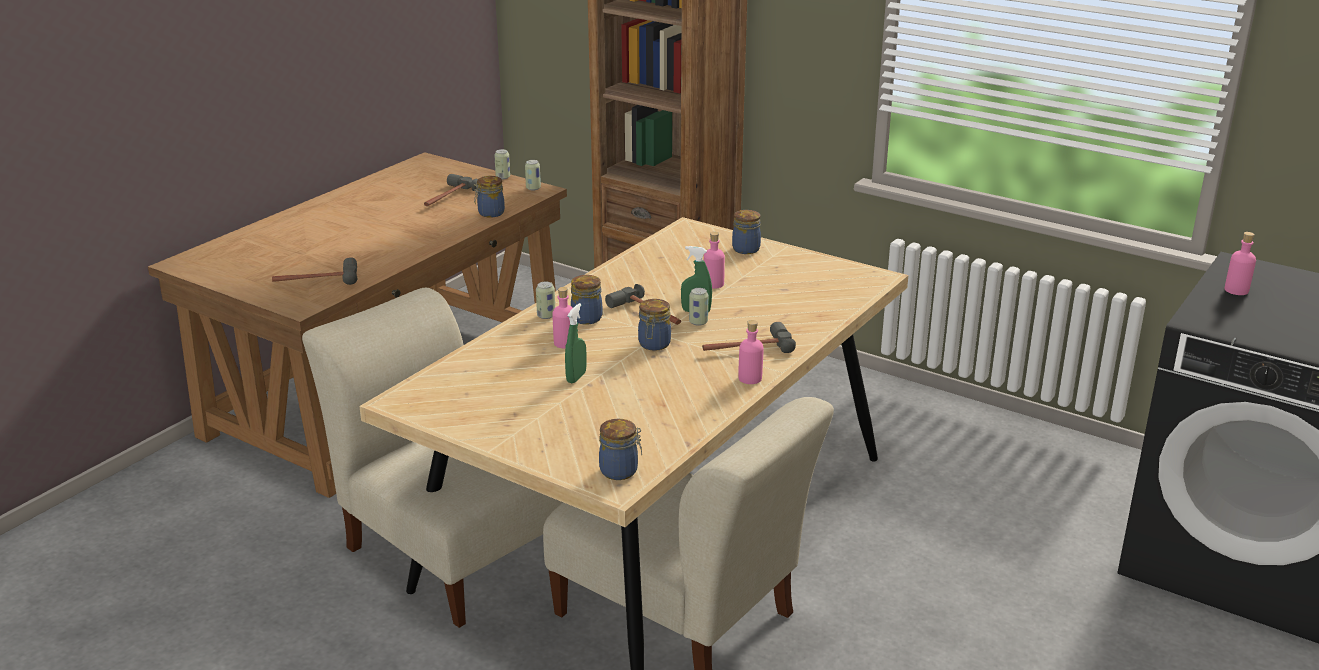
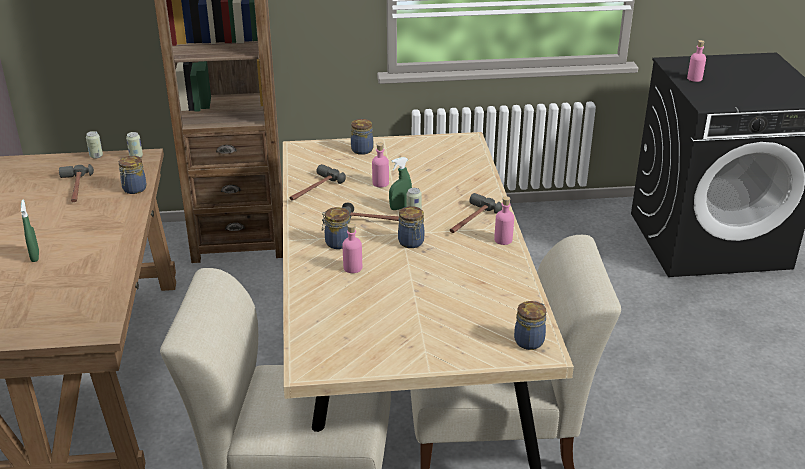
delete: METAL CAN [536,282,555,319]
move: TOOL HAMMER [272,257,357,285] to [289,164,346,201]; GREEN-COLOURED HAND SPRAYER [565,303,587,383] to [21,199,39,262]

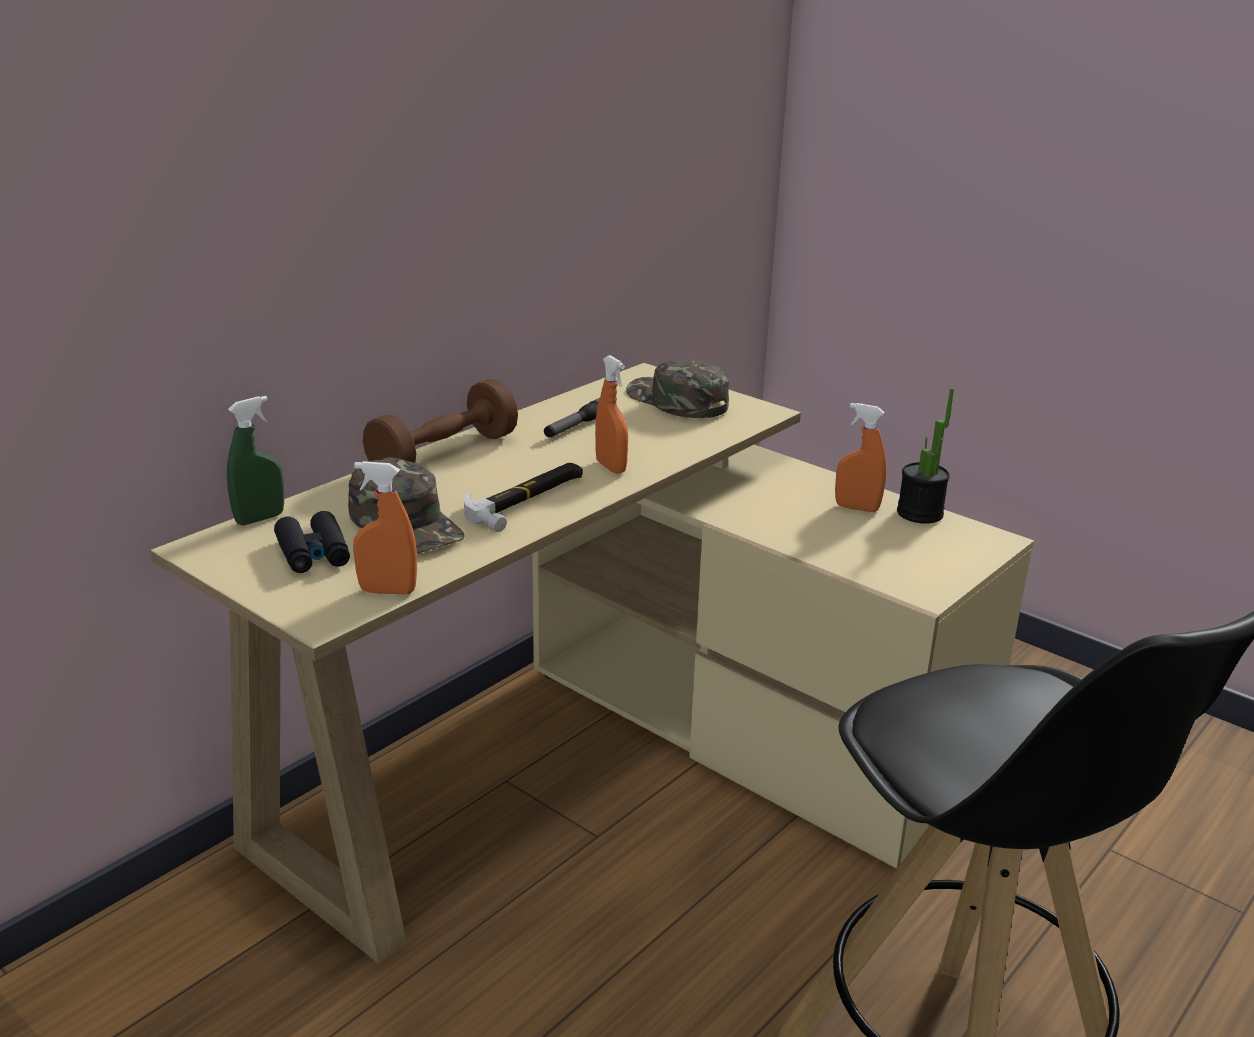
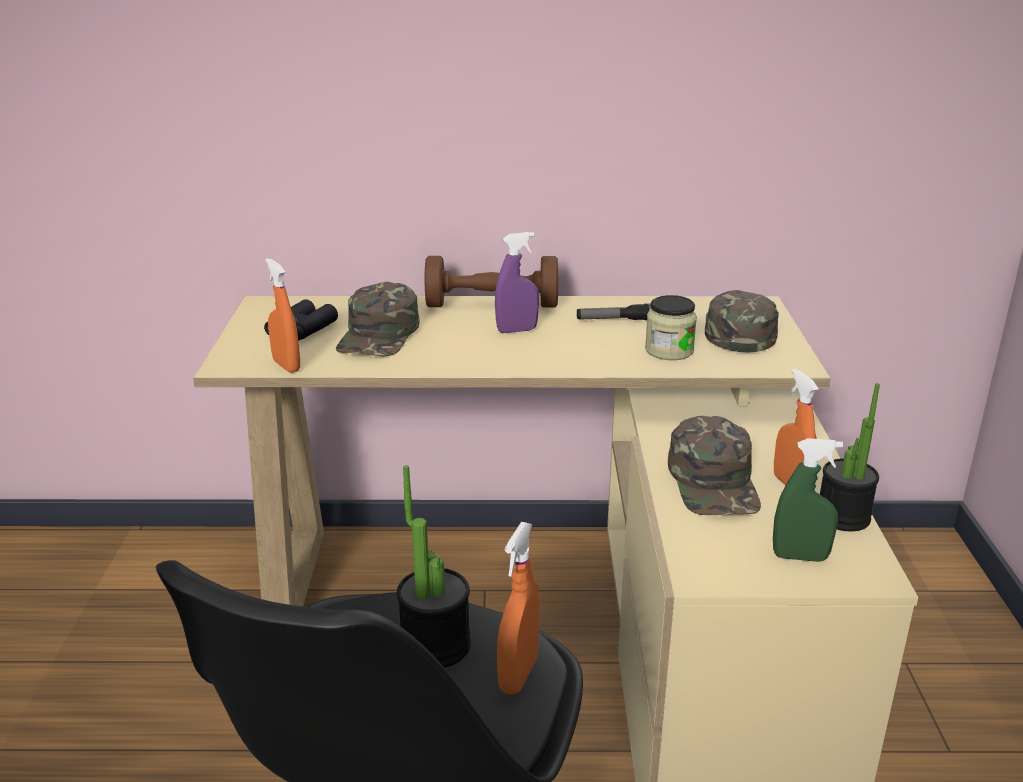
delete: TOOL HAMMER [464,463,583,532]
insert: PLANT IN A POT [397,465,471,668]; PURPLE-COLOURED HAND SPRAYER [495,232,539,333]; JAR [645,295,697,360]; GREEN-COLOURED PEAKED CAP [668,416,761,515]
move: GREEN-COLOURED HAND SPRAYER [227,396,284,525] to [773,438,843,562]; ORANGE HAND SPRAYER [595,355,628,474] to [497,522,539,694]

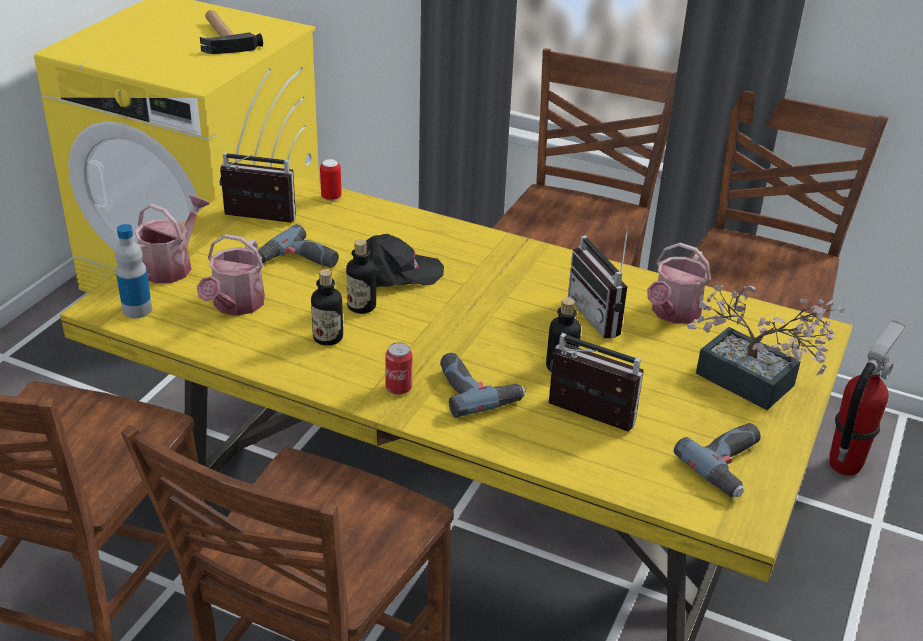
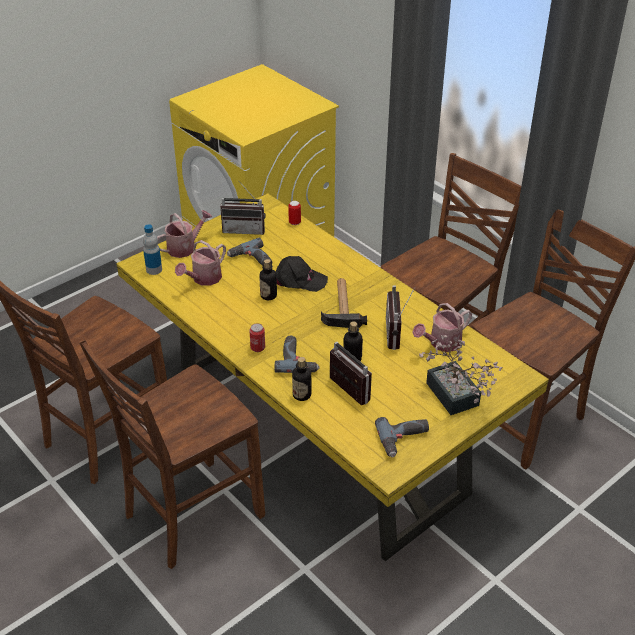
delete: EXTINGUISHER [830,320,905,476]
move: TOOL HAMMER [200,10,263,54] to [321,278,367,328]; BEVERAGE BOTTLE [311,269,343,346] to [292,357,311,401]
rotate: RADIO SET [220,152,296,223] = [220,181,266,235] 150 degrees clockwise

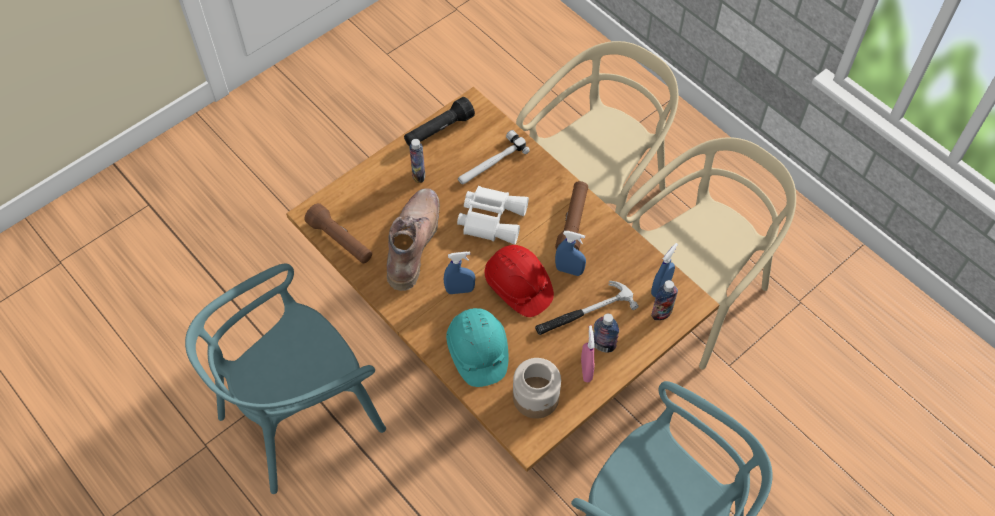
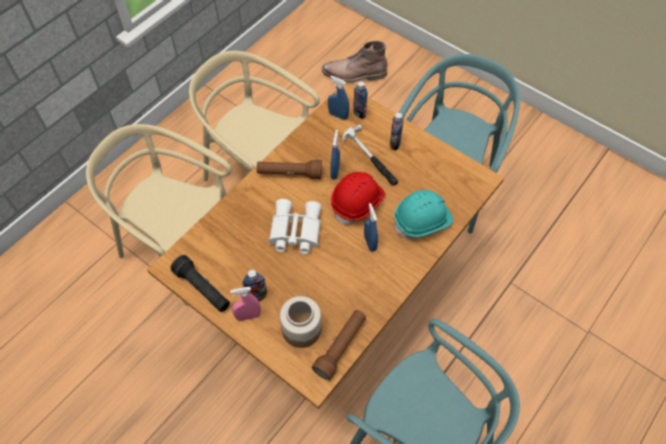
delete: TOOL HAMMER [458,130,530,184]
move: BROWN-COLOURED BOOT [387,188,440,291] to [322,41,387,83]; JAR [513,358,561,419] to [280,296,321,348]; PINK-COLOURED HAND SPRAYER [581,326,595,382] to [230,287,261,321]

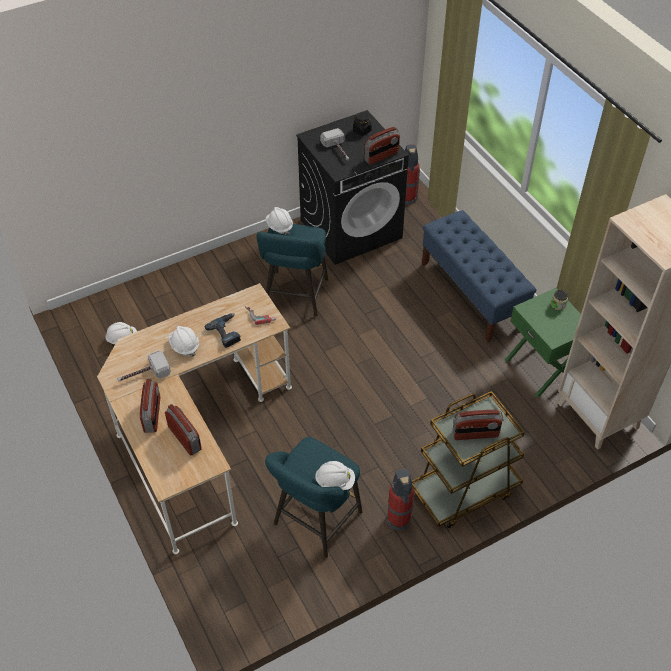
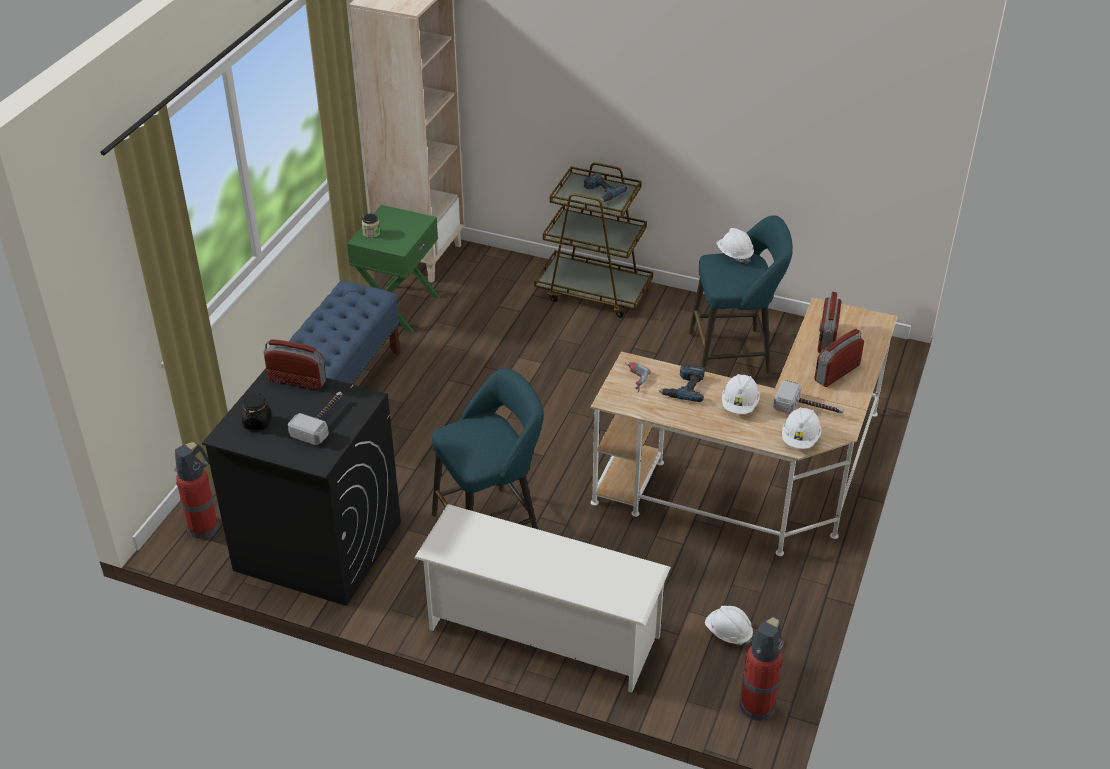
insert: WHITISH SHOE RACK [414,504,671,692]
move: WHITISH SAFETY HELMET [266,207,293,235] to [782,407,821,449]; EXTINGUISHER [386,469,415,530] to [740,617,784,721]
replace: RADIO SET [453,410,503,440] to ELECTRIC DRILL [584,173,627,202]

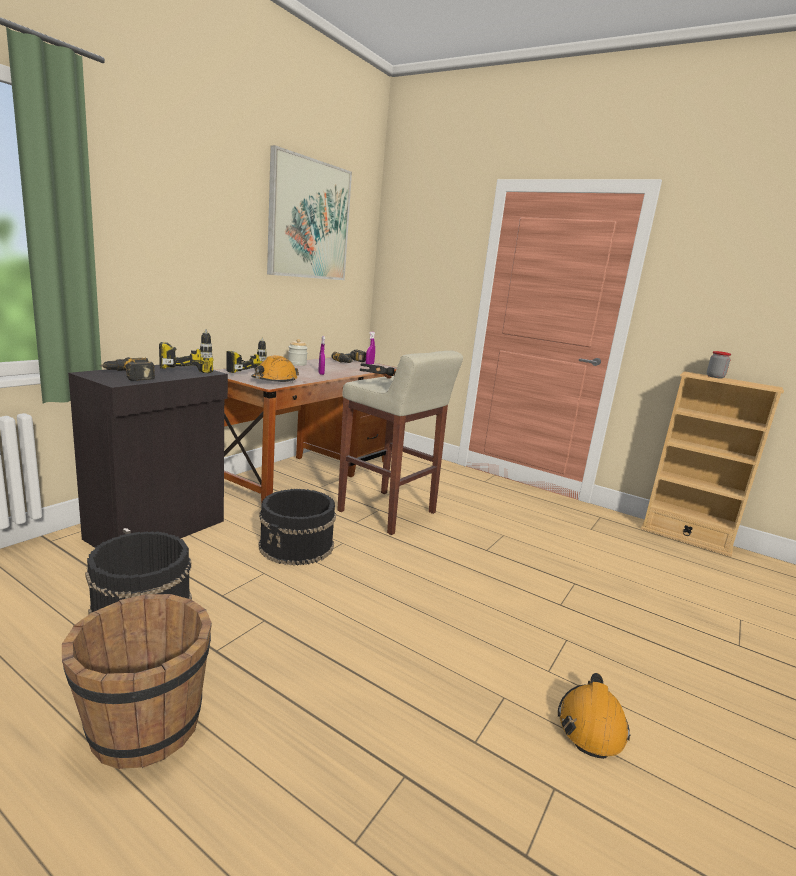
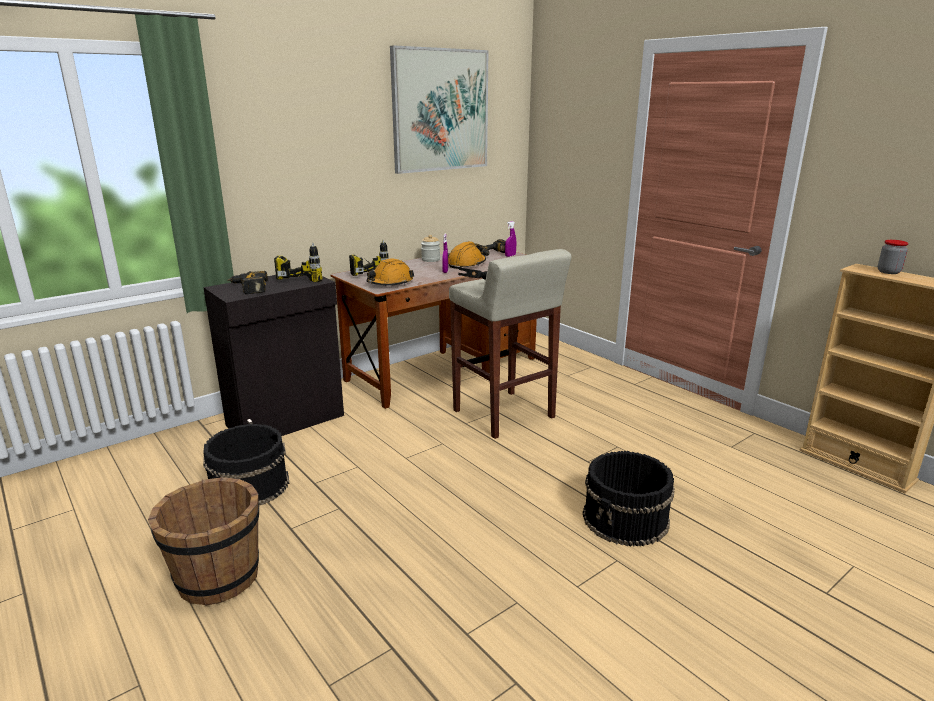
move: BLACKISH WATER BUCKET [259,489,336,566] to [582,451,675,547]; ORANGE SAFETY HELMET [558,673,630,759] to [448,241,486,269]

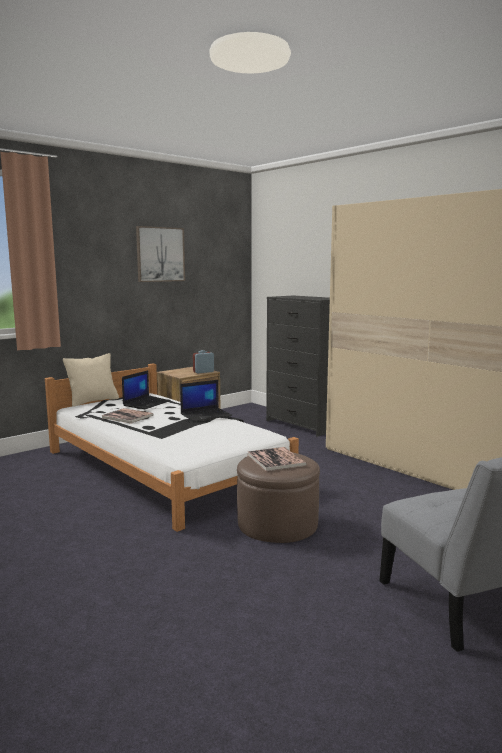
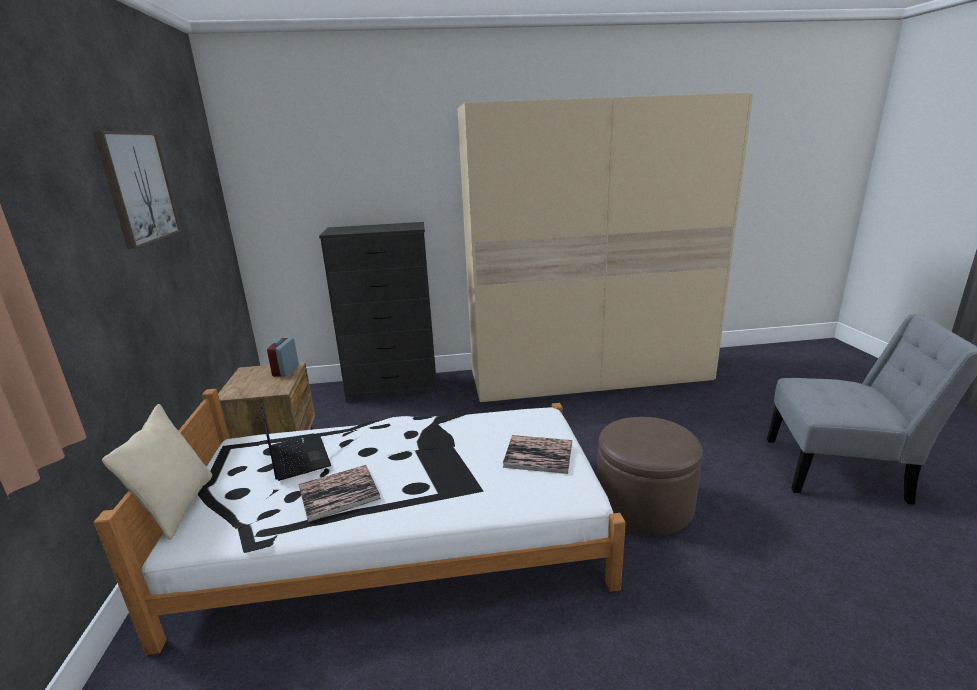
delete: PORTABLE COMPUTER [180,380,232,422]
move: VOLUME [248,447,307,472] to [502,435,572,474]

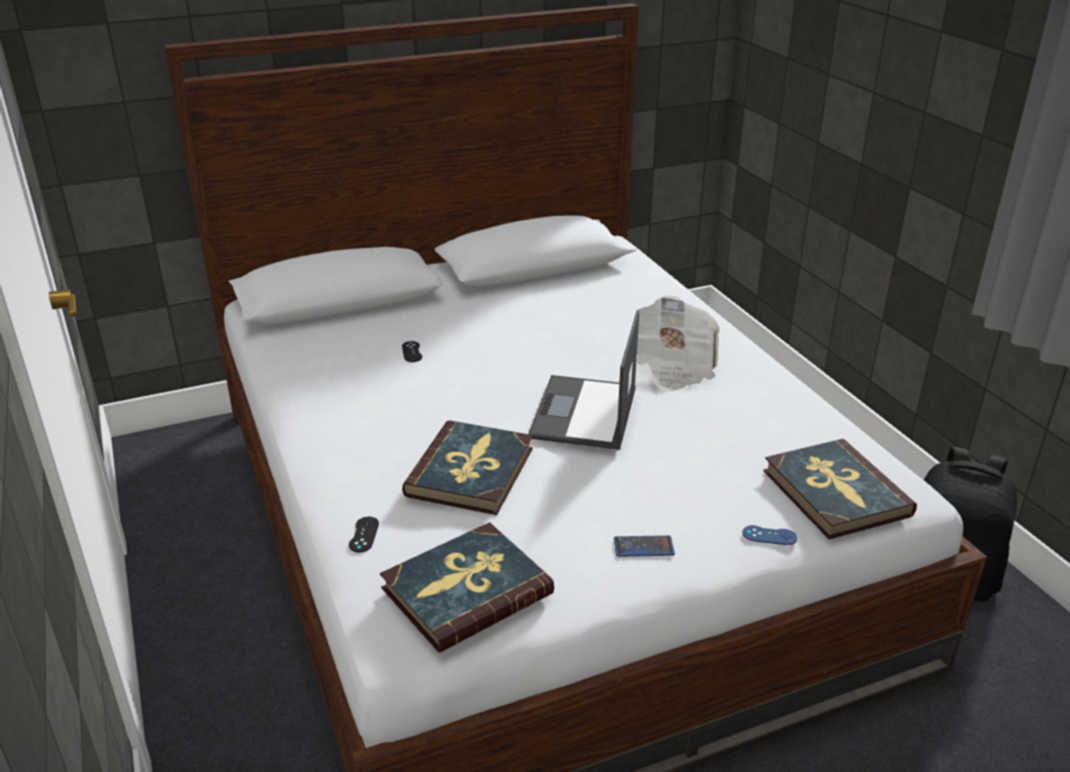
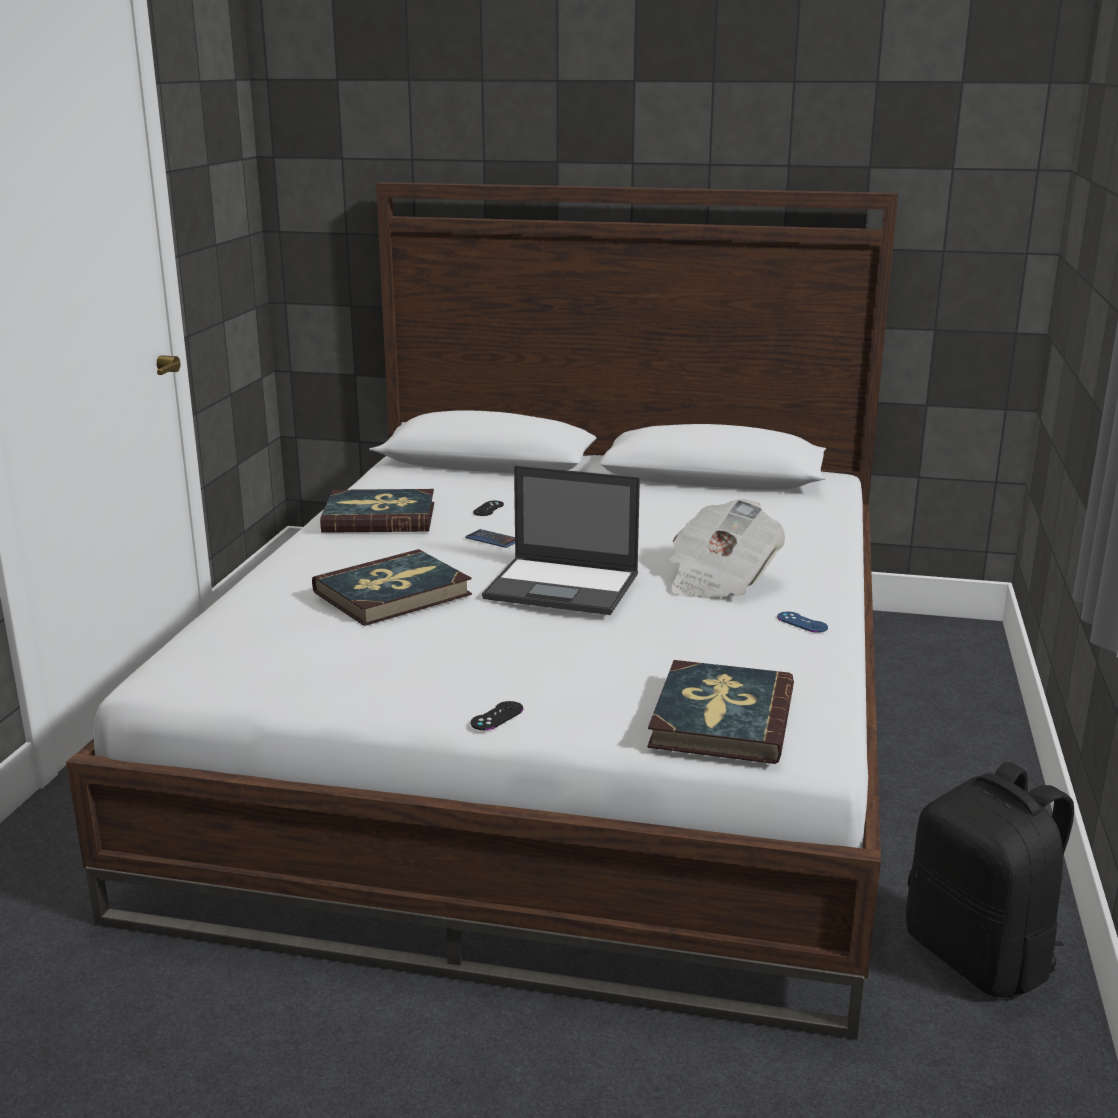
move: BLACKISH GAME CONTROLLER [349,517,379,553] to [470,701,523,730]; VOLUME [380,522,554,653] to [320,489,434,533]; TELEPHONE [614,535,675,557] to [465,529,515,548]; BLUISH GAME CONTROLLER [742,525,797,545] to [777,612,828,633]
rotate: PORTABLE COMPUTER [528,310,639,450] = [482,465,640,615] 120 degrees counterclockwise

